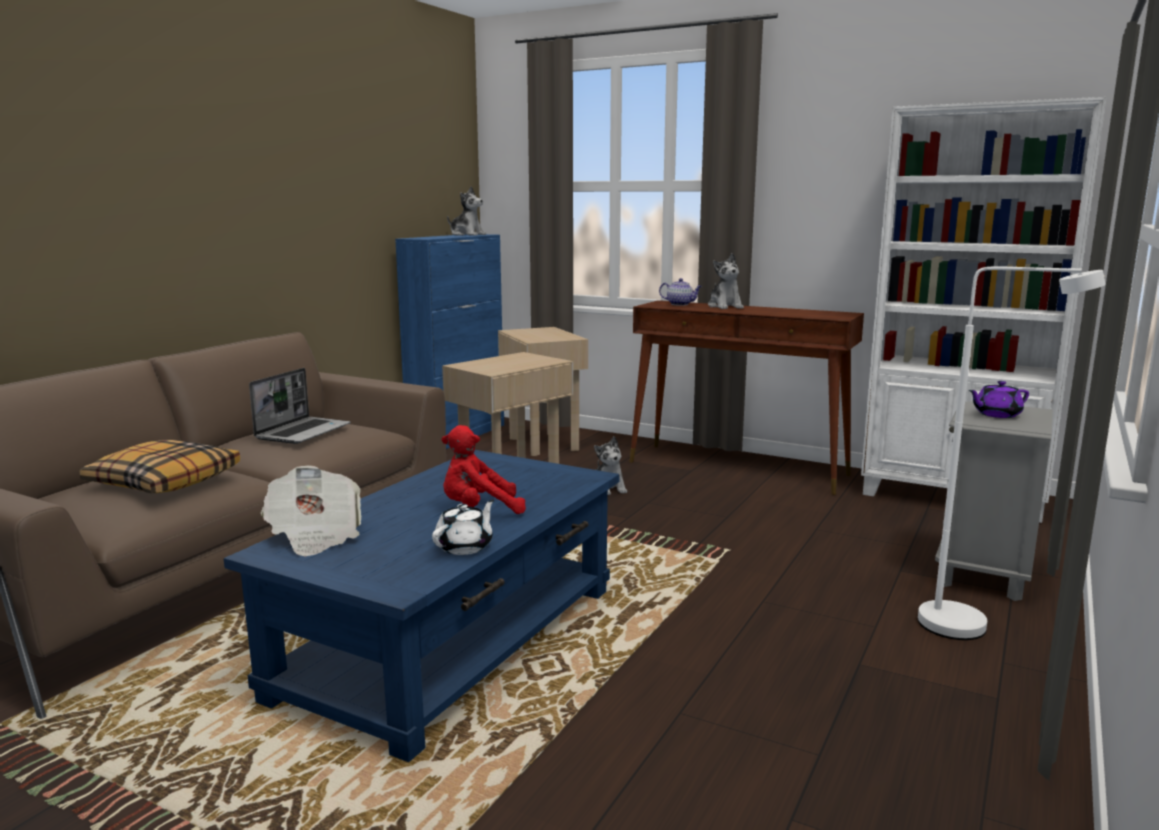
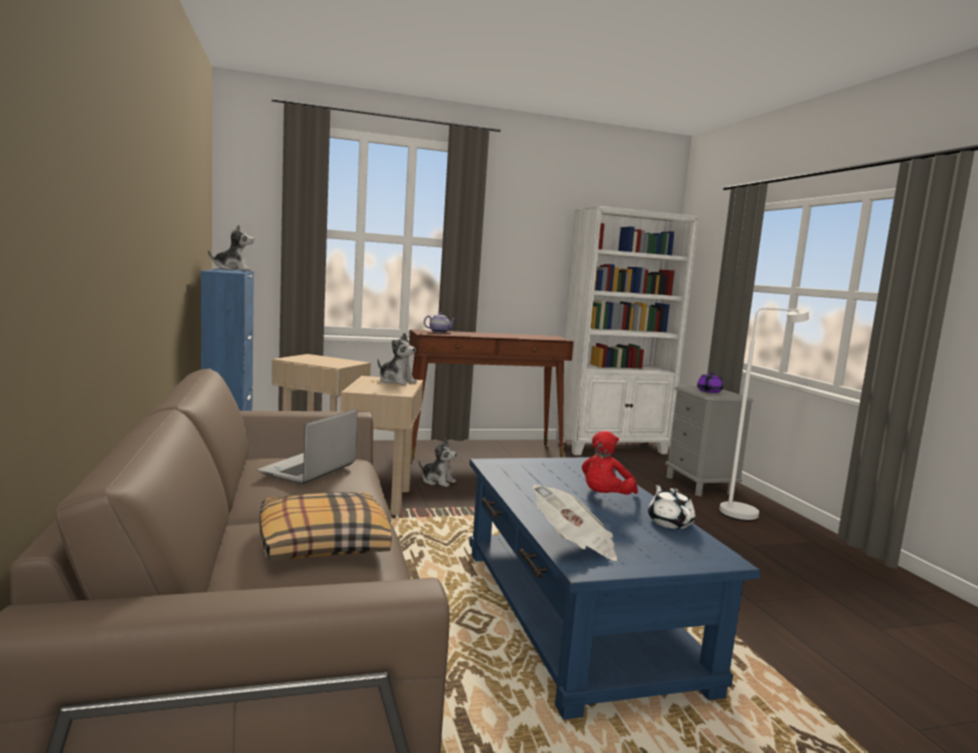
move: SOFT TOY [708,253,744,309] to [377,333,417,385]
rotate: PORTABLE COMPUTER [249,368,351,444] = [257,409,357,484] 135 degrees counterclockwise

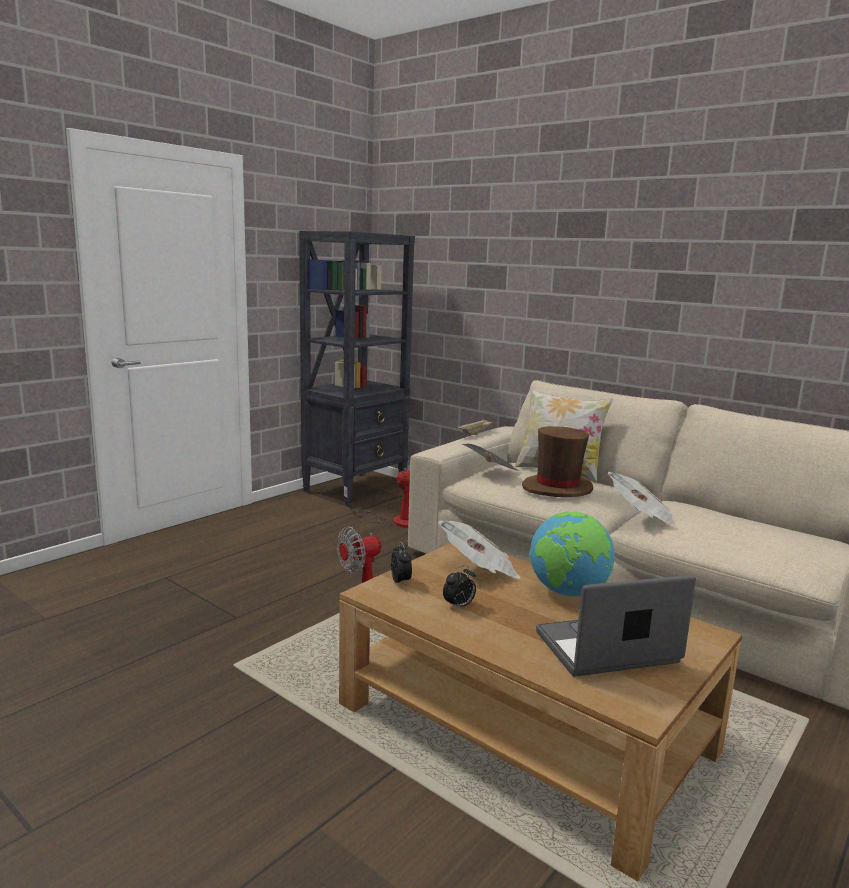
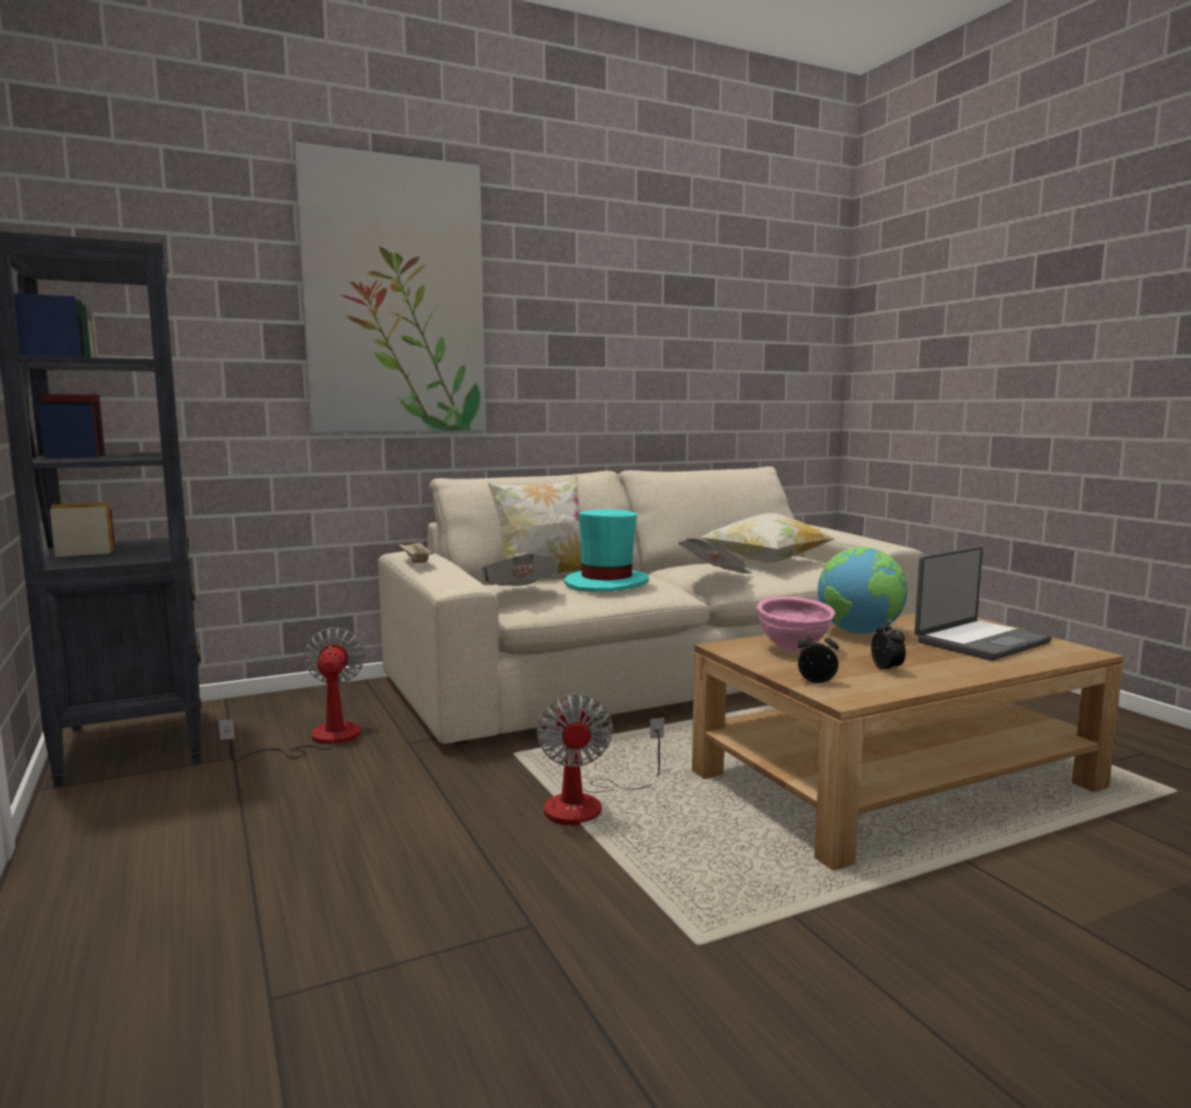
insert: PICTURE [294,142,486,432]; PILLOW [699,513,836,563]
replace: DAILY PAPER [438,520,520,579] to PINK-COLOURED SERVING BOWL [757,597,835,652]
recolor: BROWN-COLOURED HAT [522,426,593,497] to TURQUOISE HAT [564,509,649,592]
rotate: PORTABLE COMPUTER [536,575,696,676] = [914,546,1052,661] 135 degrees counterclockwise

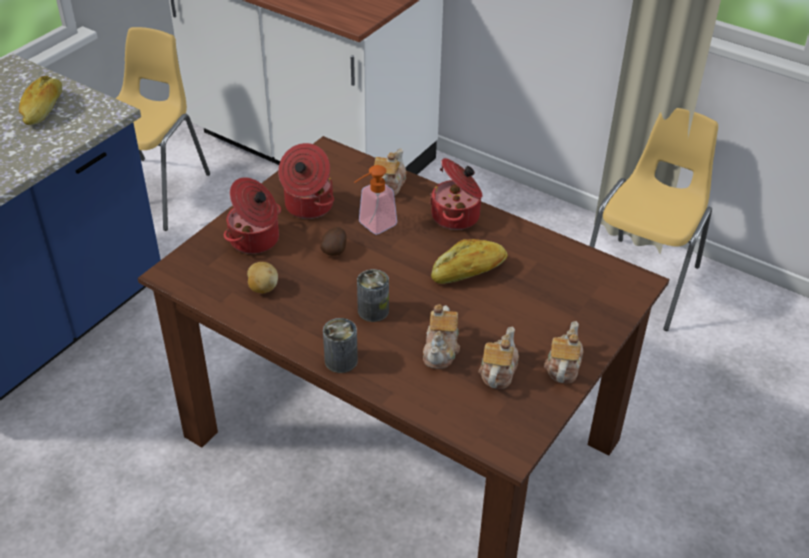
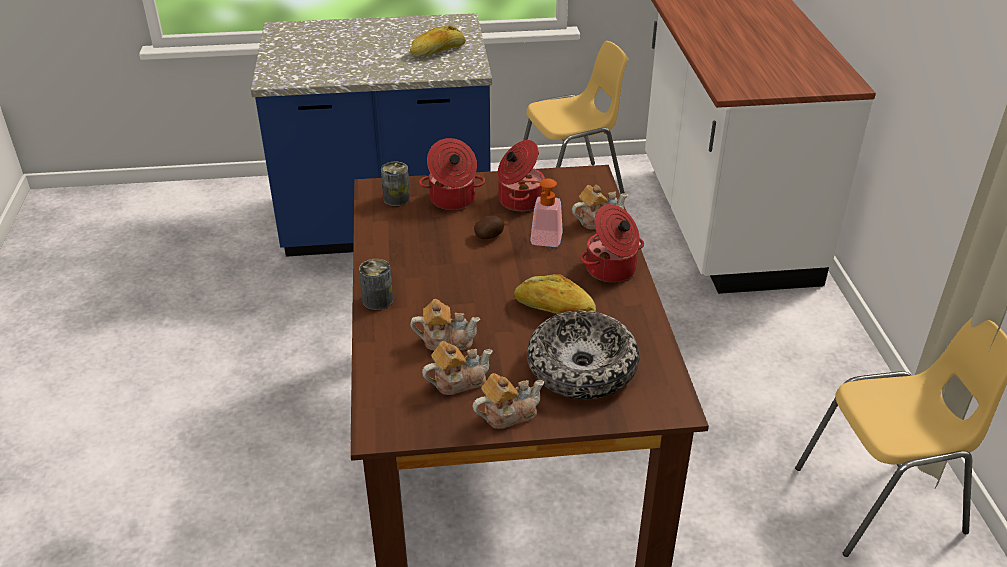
delete: WHOLE POTATO [247,262,278,293]
insert: SERVING BOWL [527,311,639,399]
move: METAL CAN [357,269,389,322] to [381,162,410,206]
rotate: TEA POT [423,304,460,369] = [410,299,480,351] 150 degrees counterclockwise

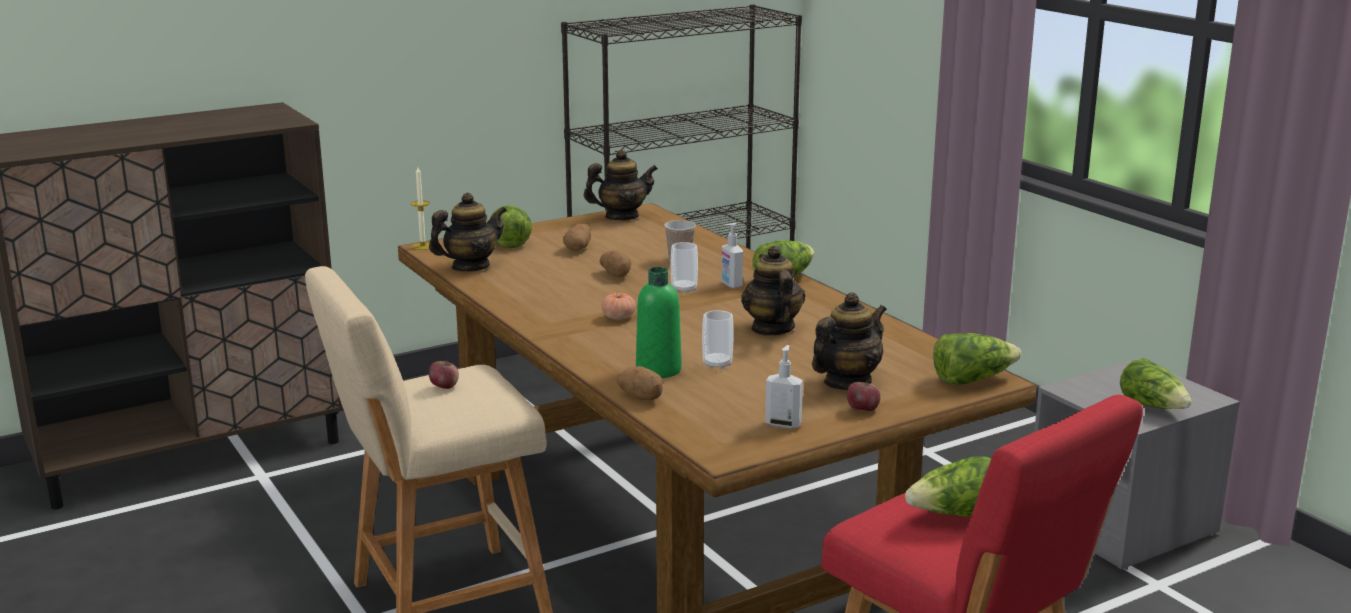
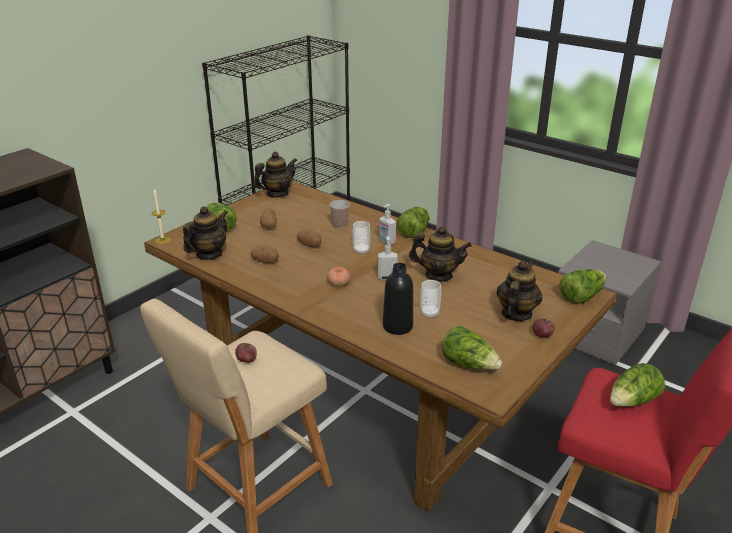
move: WHOLE POTATO [617,366,663,400] to [251,245,279,263]; SOAP BOTTLE [765,345,803,429] to [378,236,398,280]; LETTUCE [1120,358,1192,409] to [442,326,502,370]
recolor: GREEN-COLOURED BEVERAGE BOTTLE [636,267,682,378] to BLACKISH BEVERAGE BOTTLE [383,263,413,335]
rotate: TEA POT [741,245,805,336] = [409,226,472,282] 135 degrees clockwise

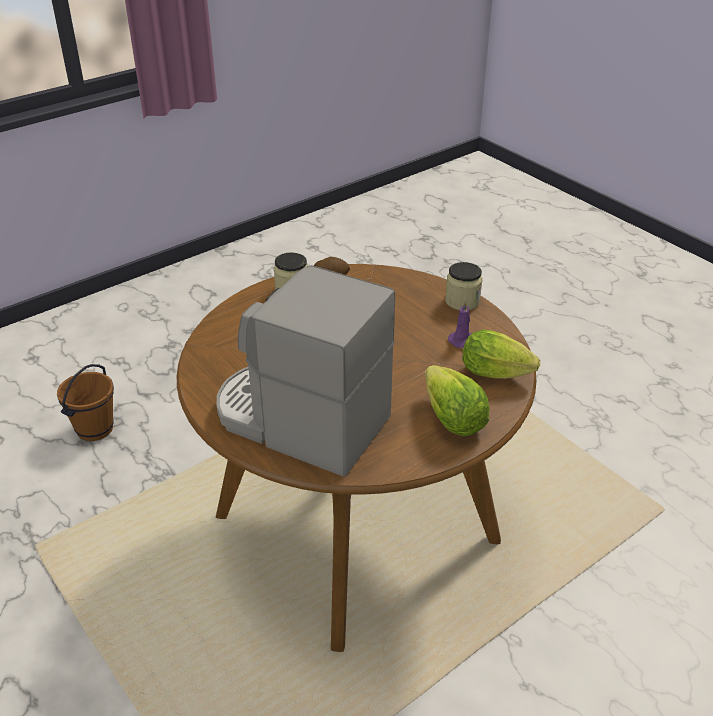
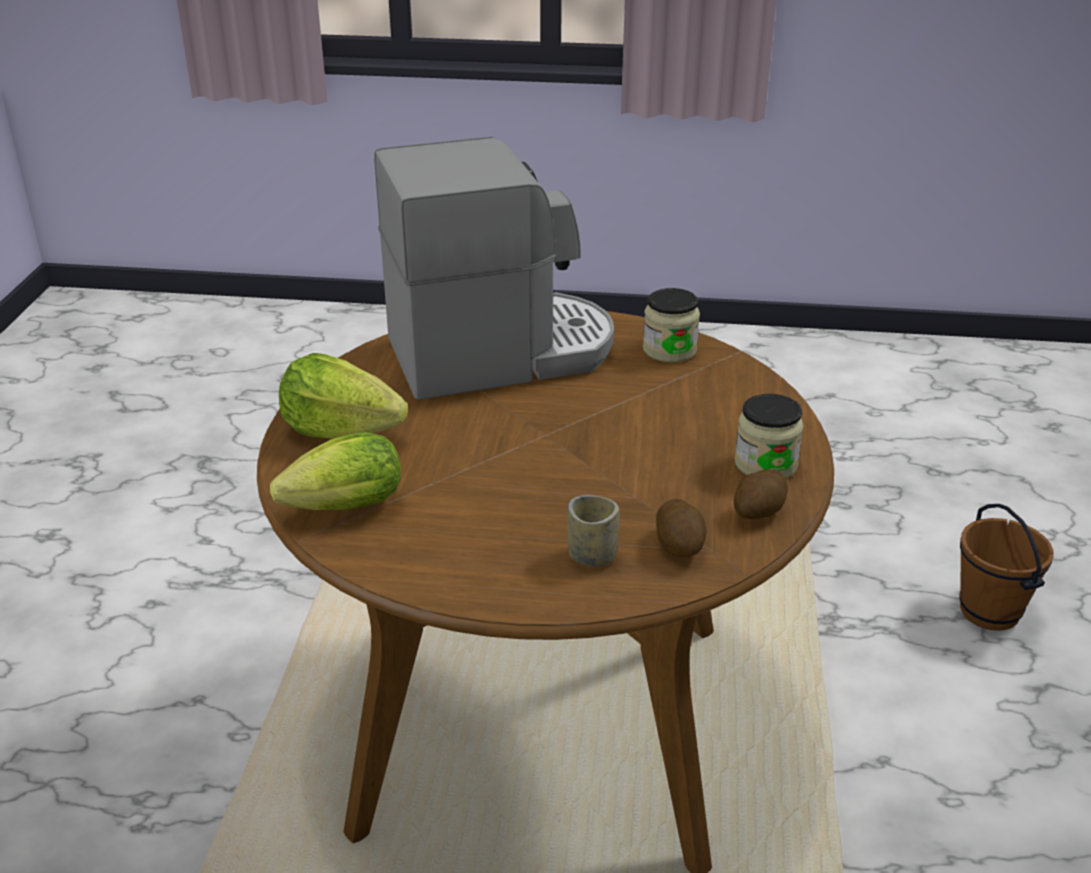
delete: PURPLE-COLOURED WAX LIGHT [448,300,472,348]
insert: DRINKING CUP [567,495,619,566]; WHOLE POTATO [656,499,706,557]
move: JAR [445,262,482,310] to [643,288,700,363]

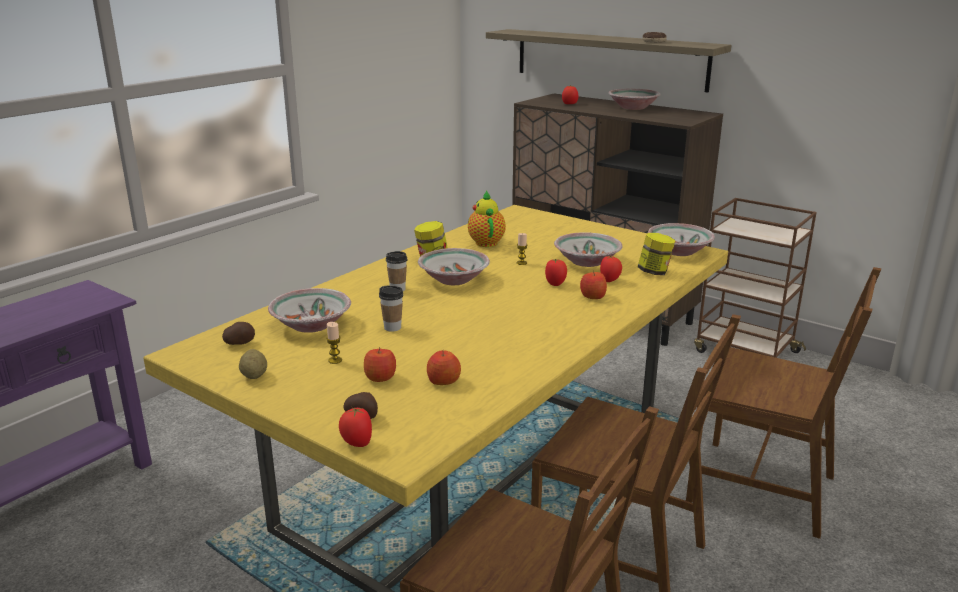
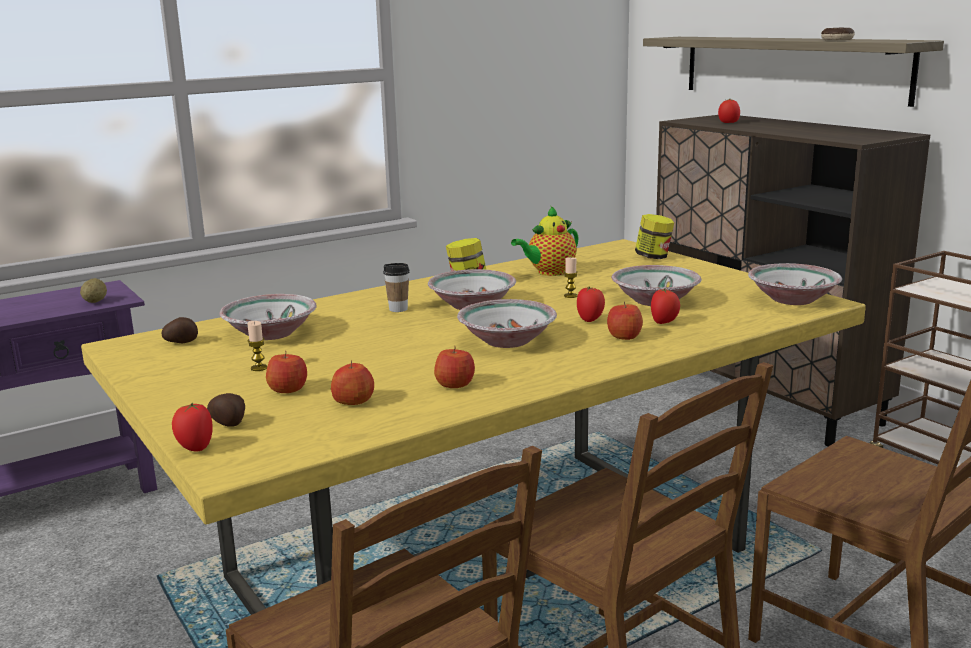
delete: DRINKING CUP [379,286,403,332]
insert: APPLE [434,348,475,388]
move: WHOLE POTATO [239,349,267,379] to [80,278,107,303]; SERVING BOWL [608,89,661,110] to [457,299,557,348]; JAR [637,233,676,275] to [635,214,674,259]
rotate: TEA POT [468,191,506,247] = [511,205,578,276] 135 degrees counterclockwise

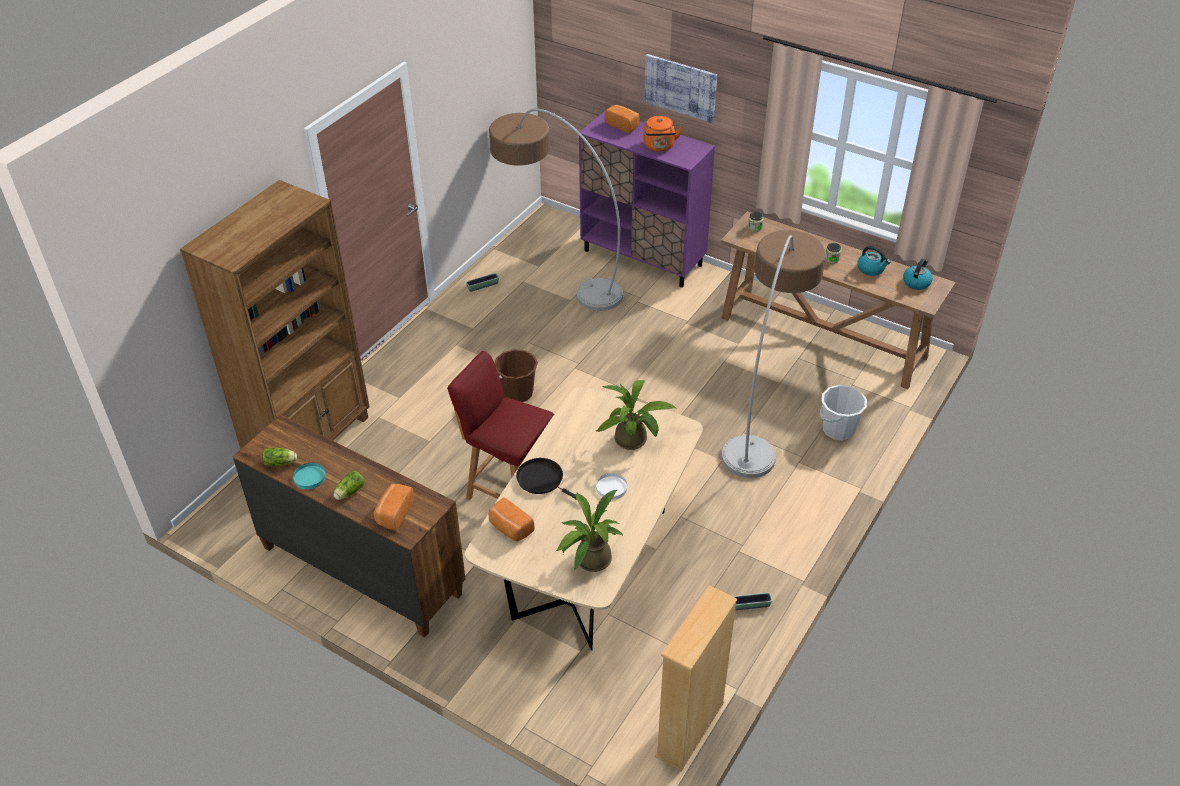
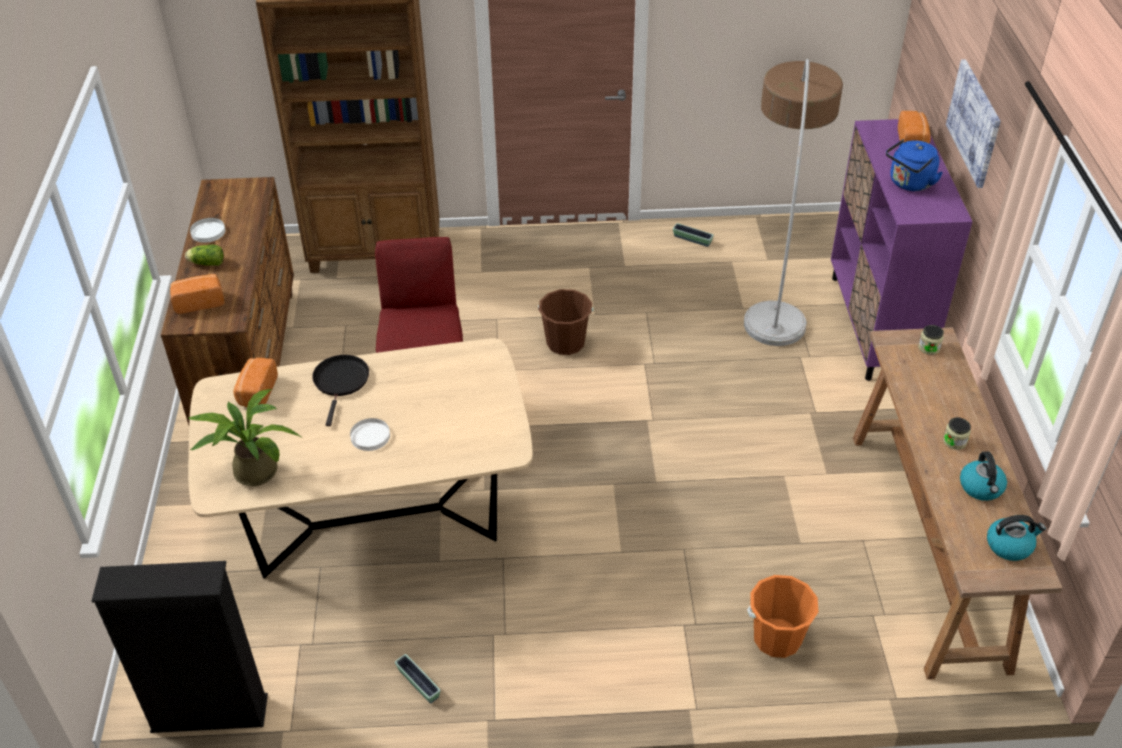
delete: LETTUCE [262,448,297,466]; PLANT IN A POT [596,380,676,450]; STANDARD LAMP [721,230,826,478]
recolor: TURQUOISE PLATE [293,463,326,489] to WHITISH PLATE [190,218,225,243]; ORANGE KETTLE [643,116,683,151] to BLUISH KETTLE [886,139,943,191]; SAND-COLOURED BOOKSHELF [655,585,737,771] to BLACKISH BOOKSHELF [92,561,268,733]; WHITISH WATER BUCKET [819,385,867,440] to ORANGE WATER BUCKET [747,575,818,658]

